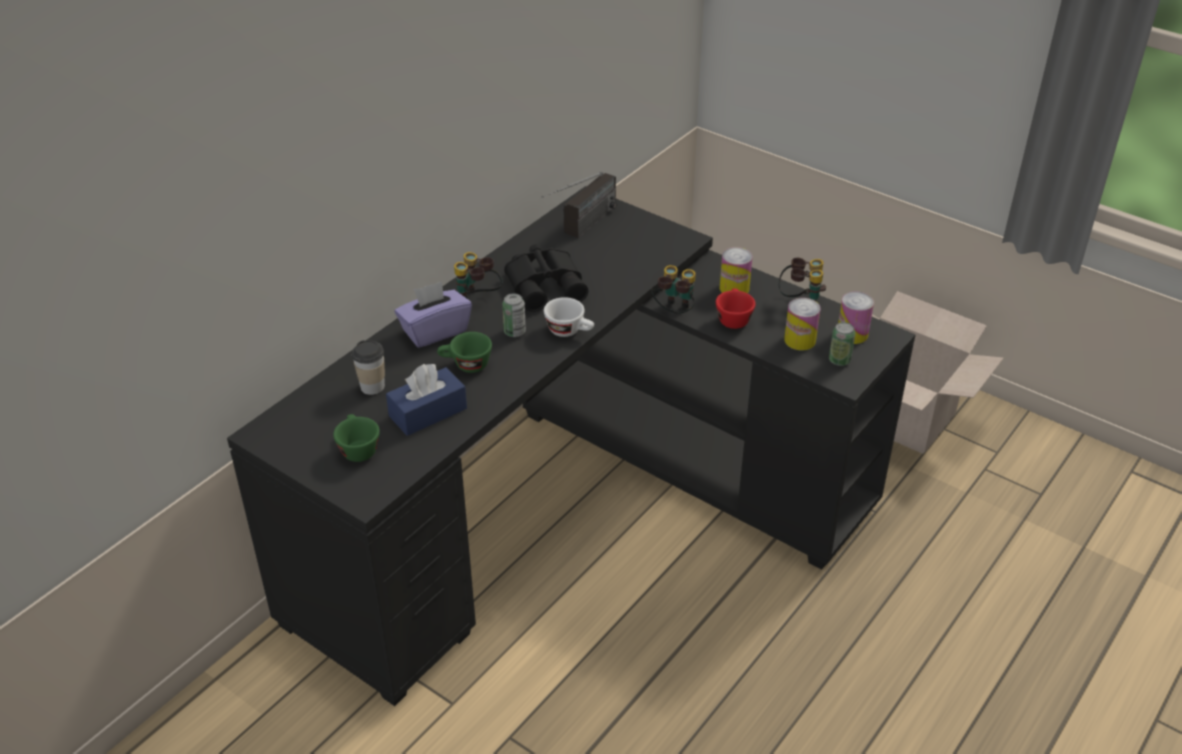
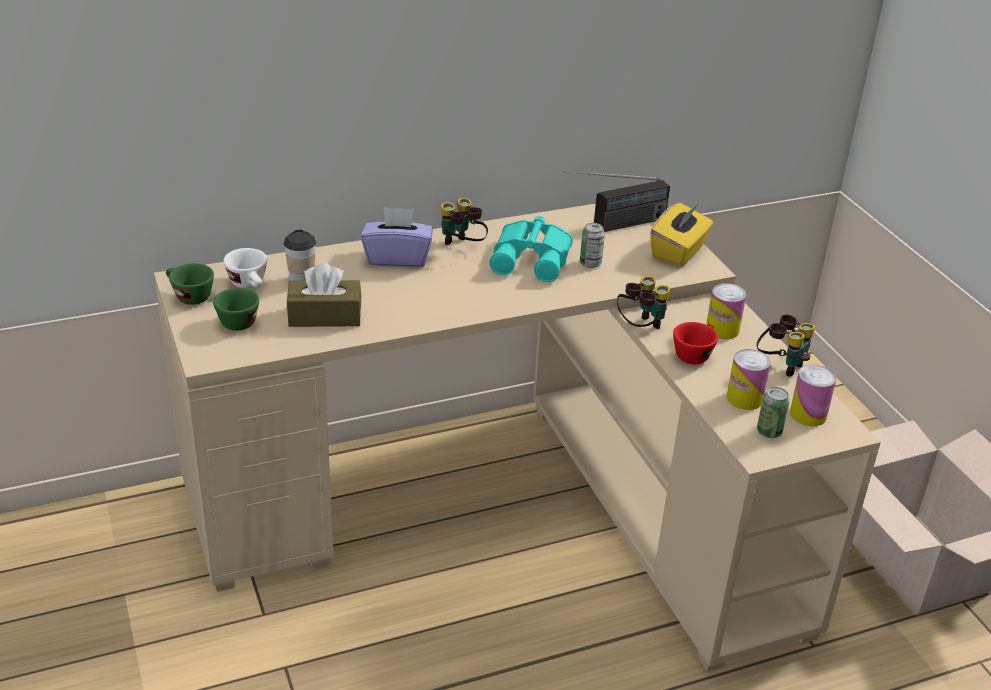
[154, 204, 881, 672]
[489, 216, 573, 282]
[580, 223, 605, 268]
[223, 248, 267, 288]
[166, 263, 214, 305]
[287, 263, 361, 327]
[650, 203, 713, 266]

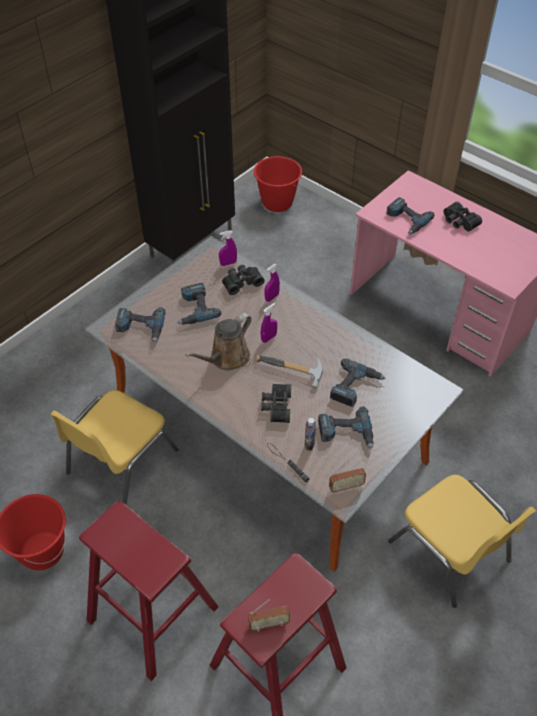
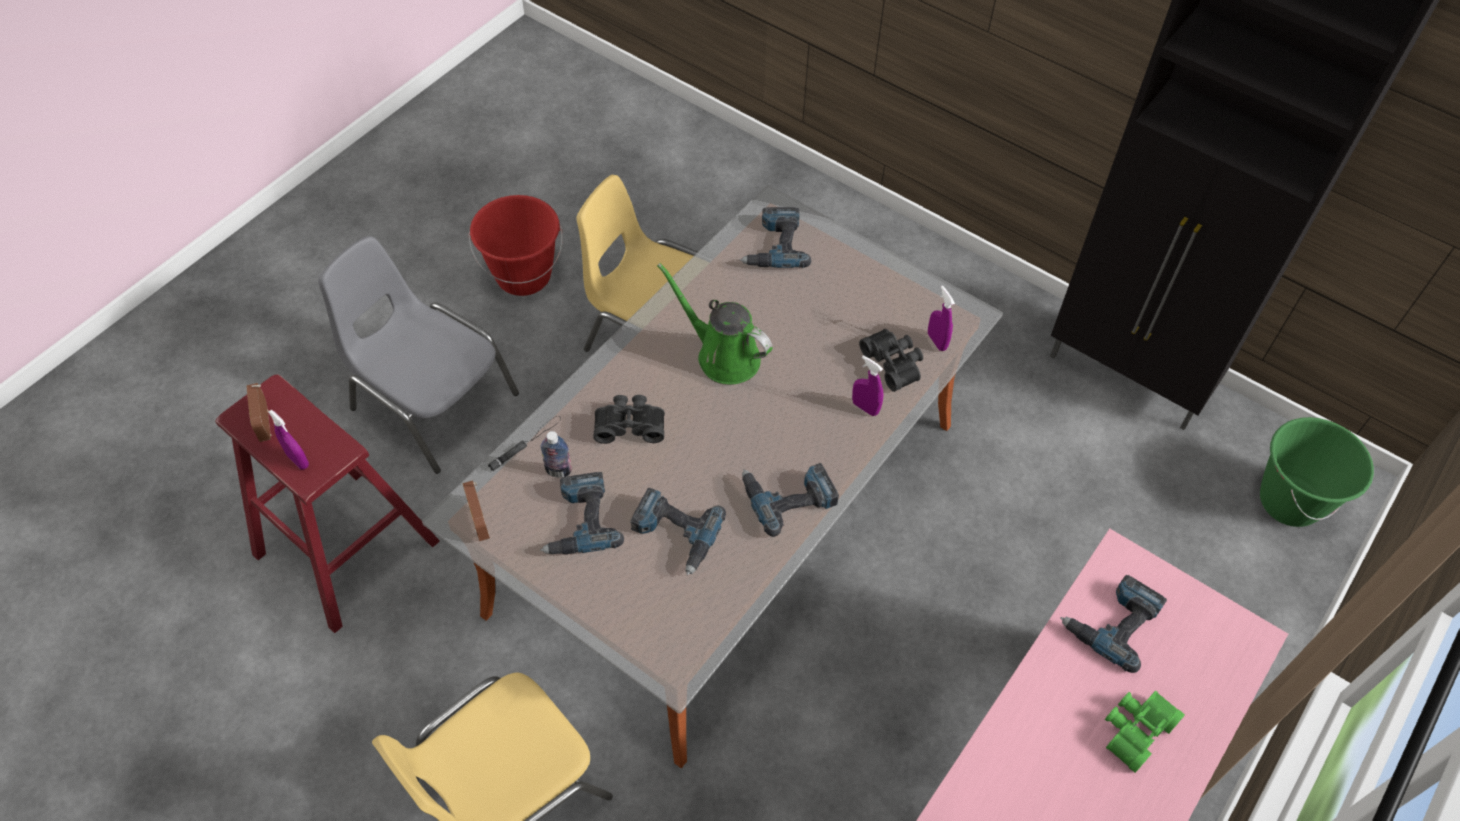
[1260, 417, 1374, 527]
[1105, 691, 1185, 773]
[742, 463, 839, 537]
[268, 409, 309, 470]
[657, 263, 772, 384]
[256, 354, 323, 388] (first image)
[318, 236, 519, 474]

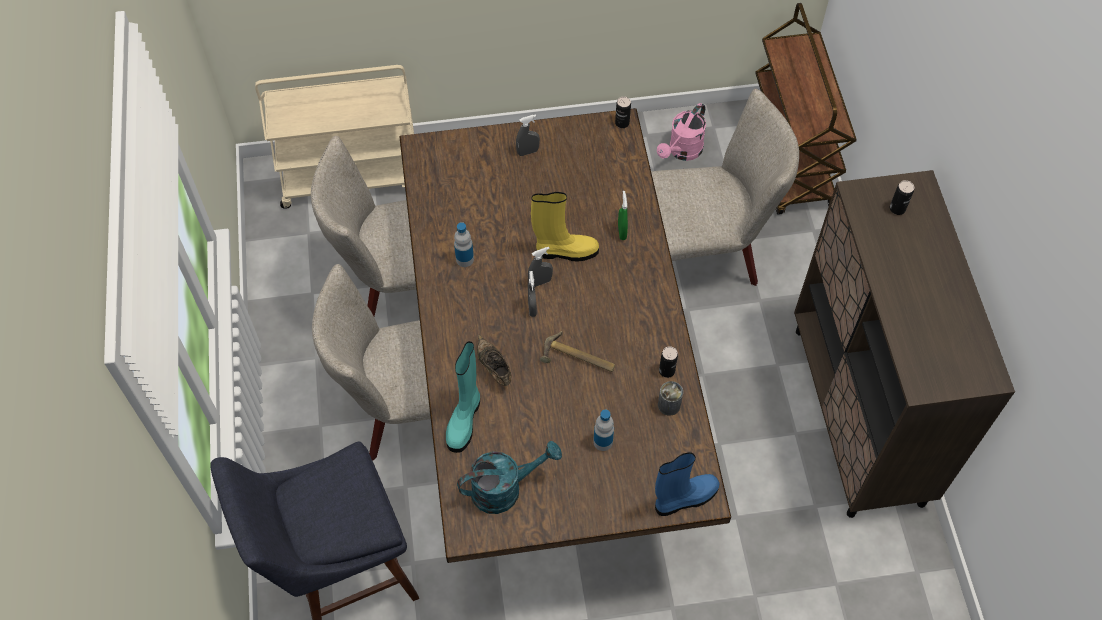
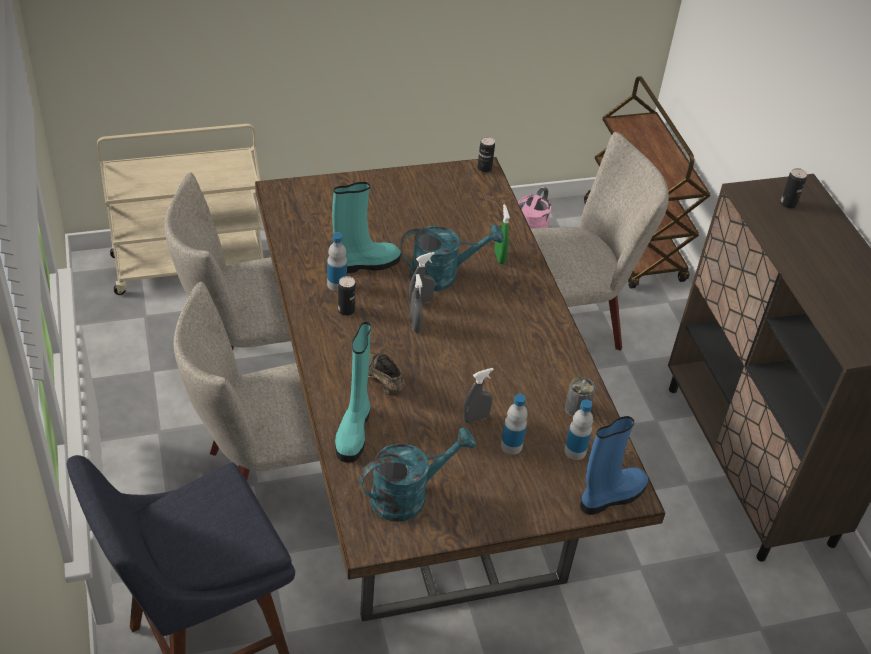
[463, 368, 494, 423]
[400, 224, 504, 291]
[540, 331, 615, 372] (first image)
[338, 276, 356, 316]
[332, 182, 401, 273]
[565, 399, 593, 460]

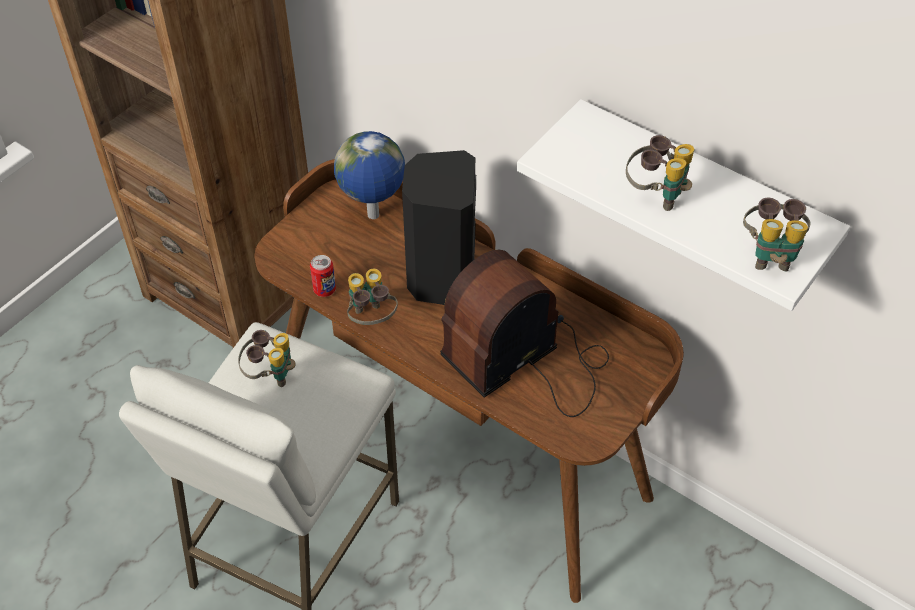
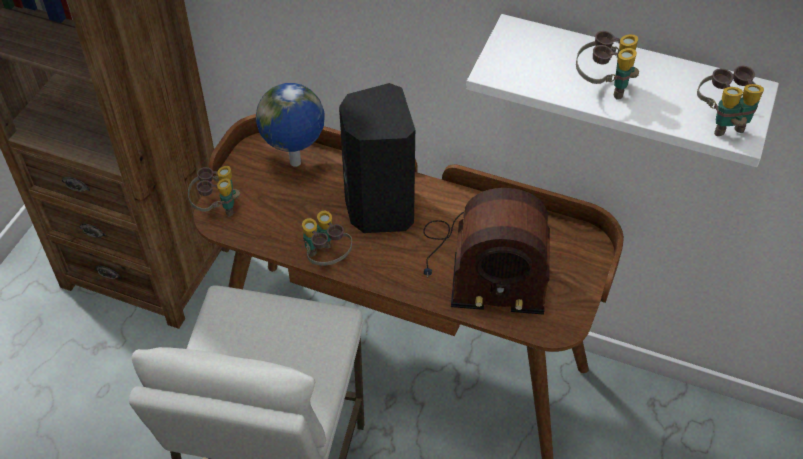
[423, 188, 550, 315]
[310, 255, 336, 297] (first image)
[188, 166, 240, 216]

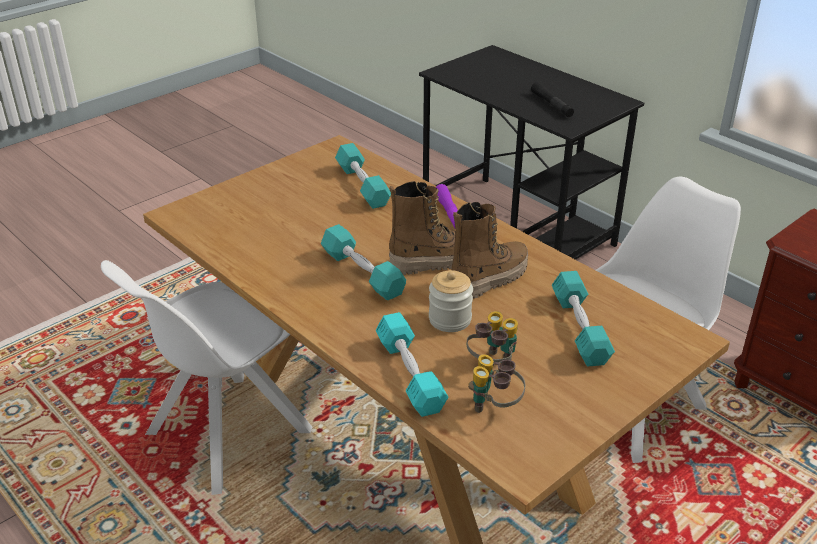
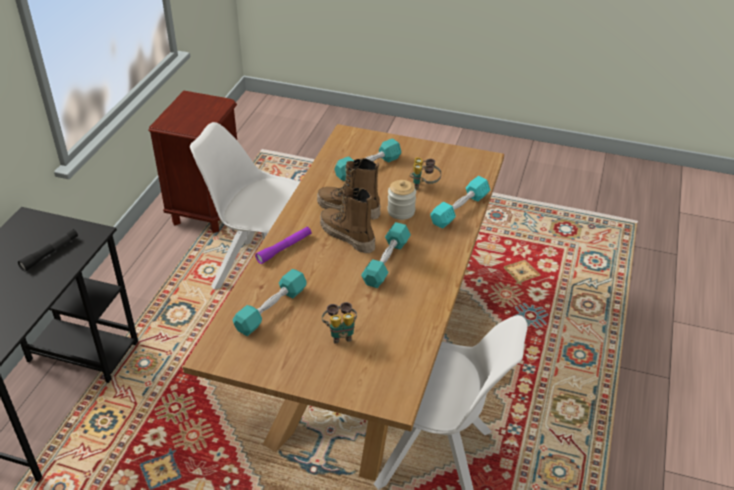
[322, 302, 357, 344]

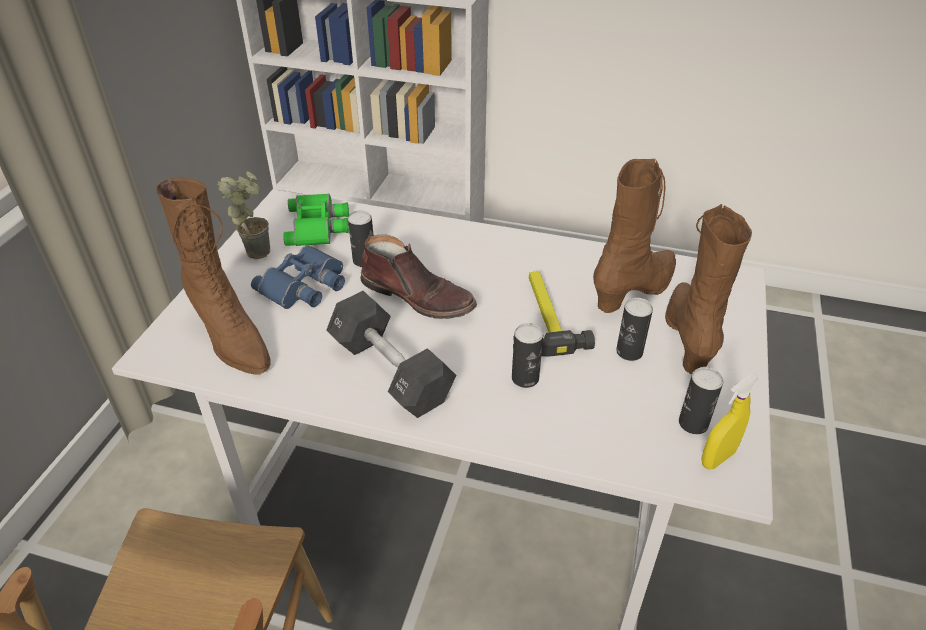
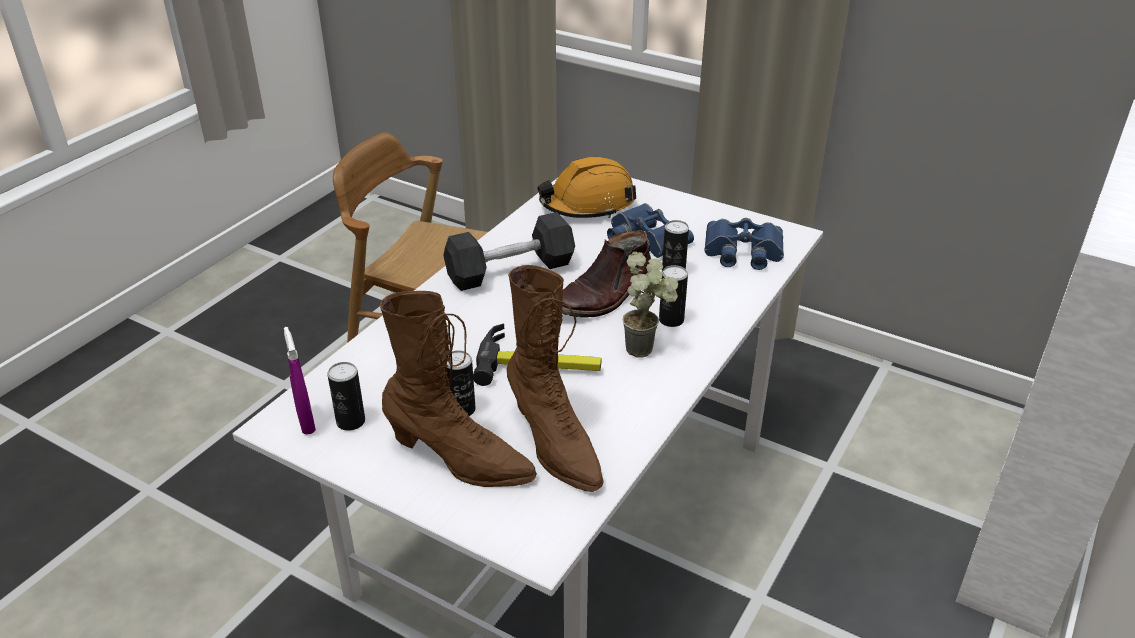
[623, 252, 678, 358]
[537, 157, 636, 218]
[704, 218, 784, 270]
[659, 265, 688, 327]
[284, 327, 316, 435]

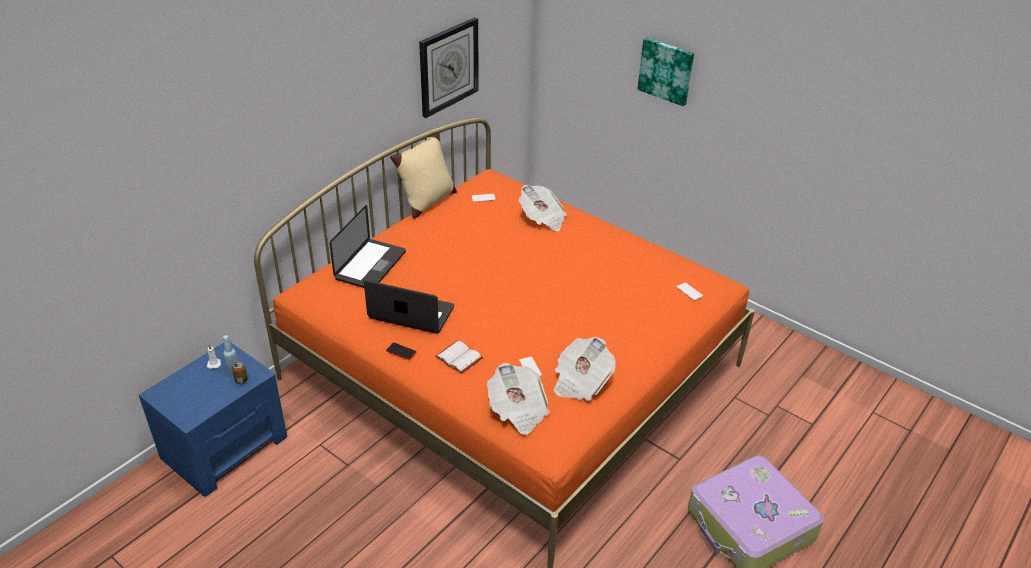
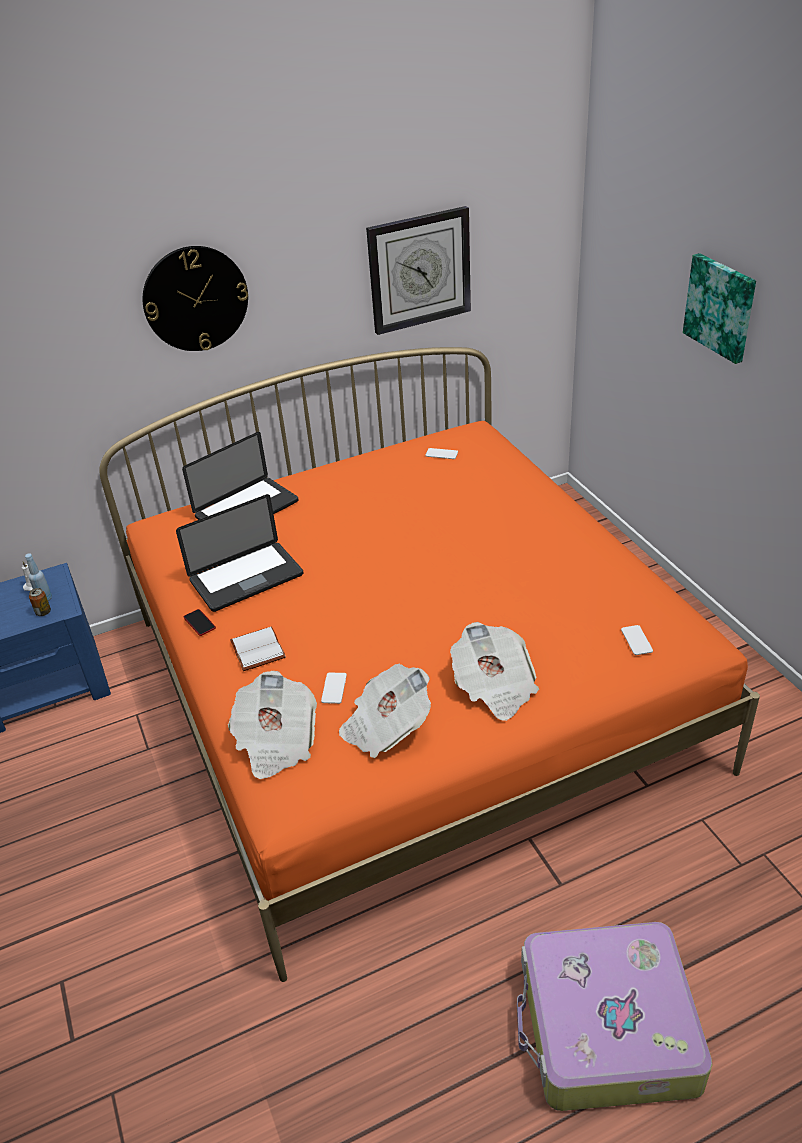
[390, 133, 457, 219] (first image)
[450, 622, 539, 721]
[176, 494, 303, 612]
[143, 246, 248, 351]

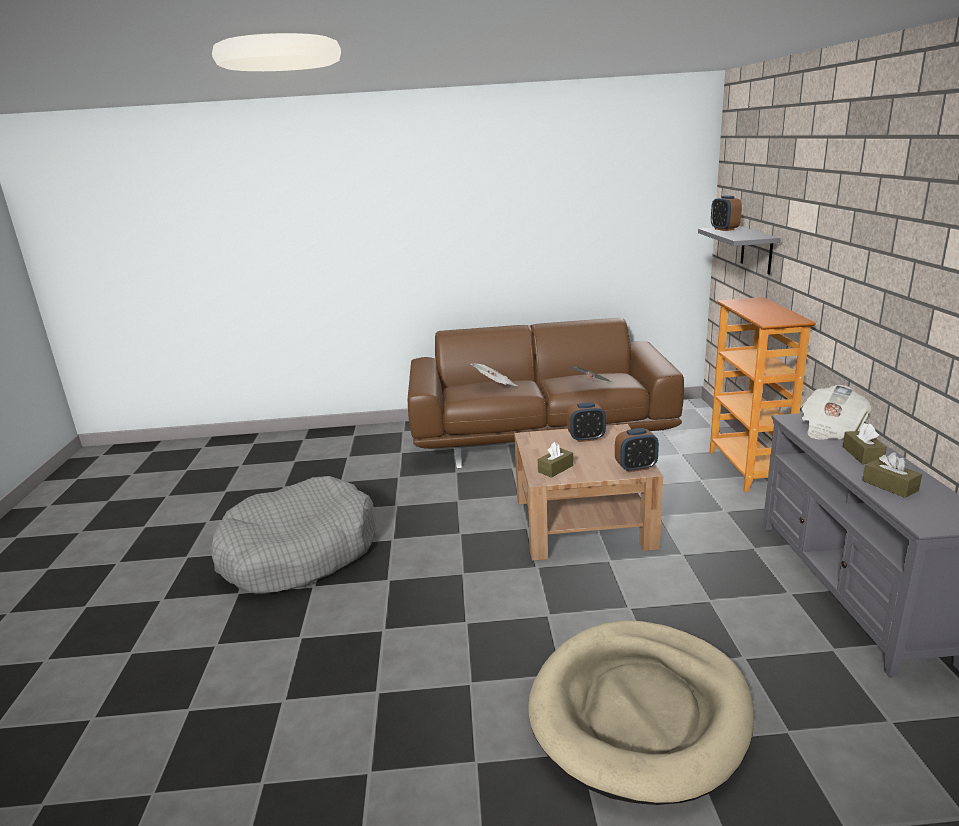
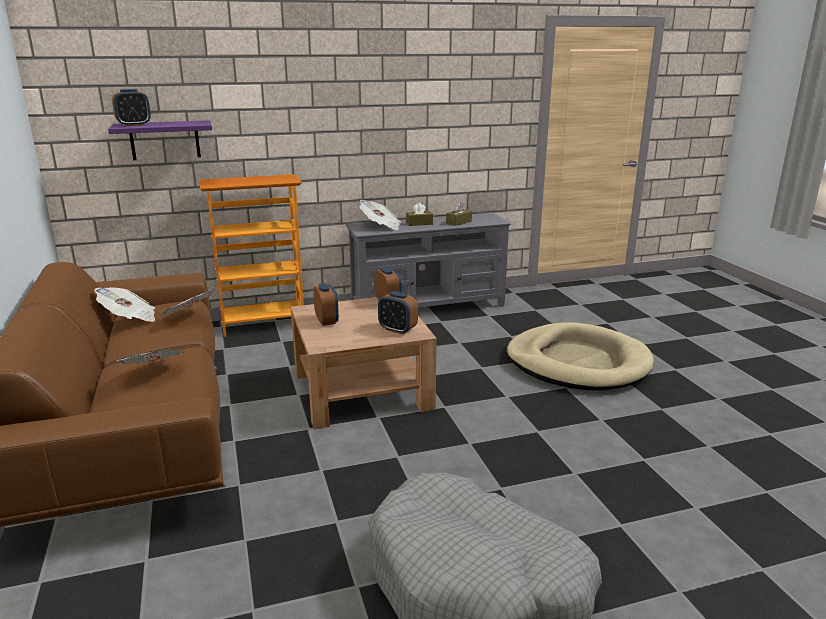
[108, 120, 212, 160]
[378, 291, 418, 334]
[94, 287, 155, 322]

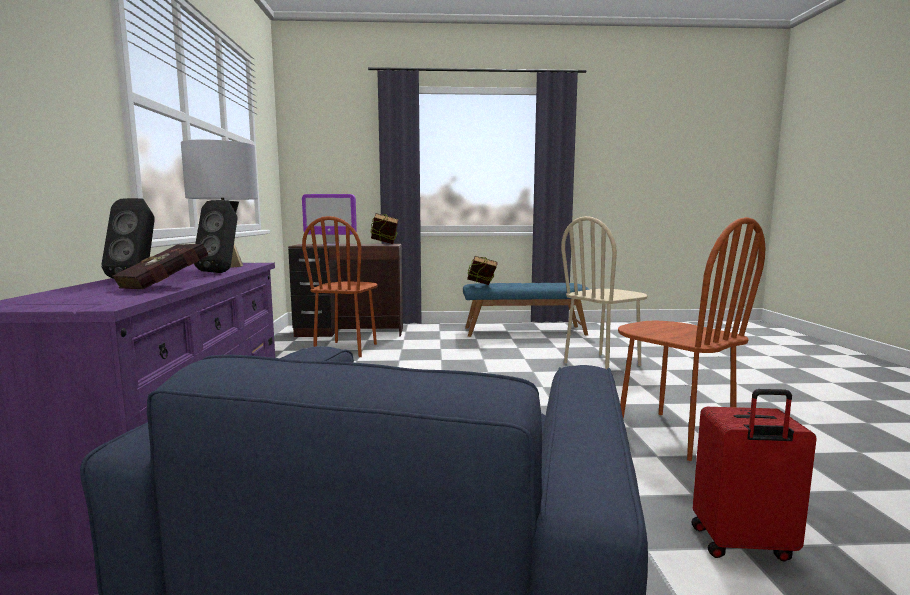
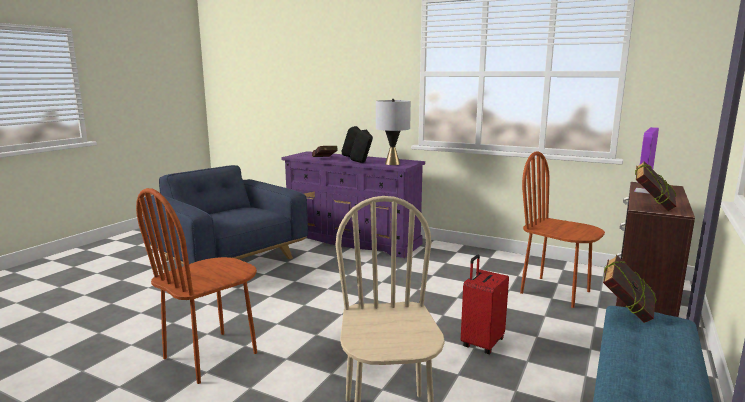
[136, 188, 257, 384]
[461, 255, 509, 354]

